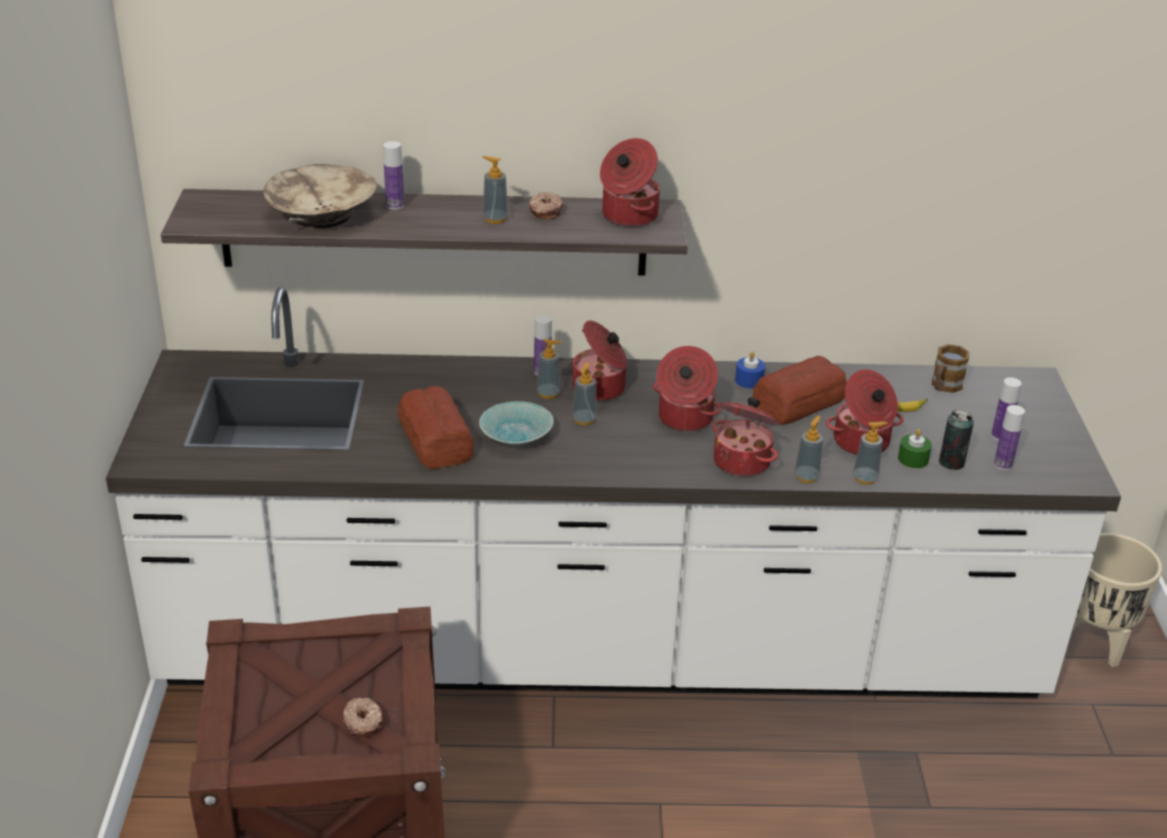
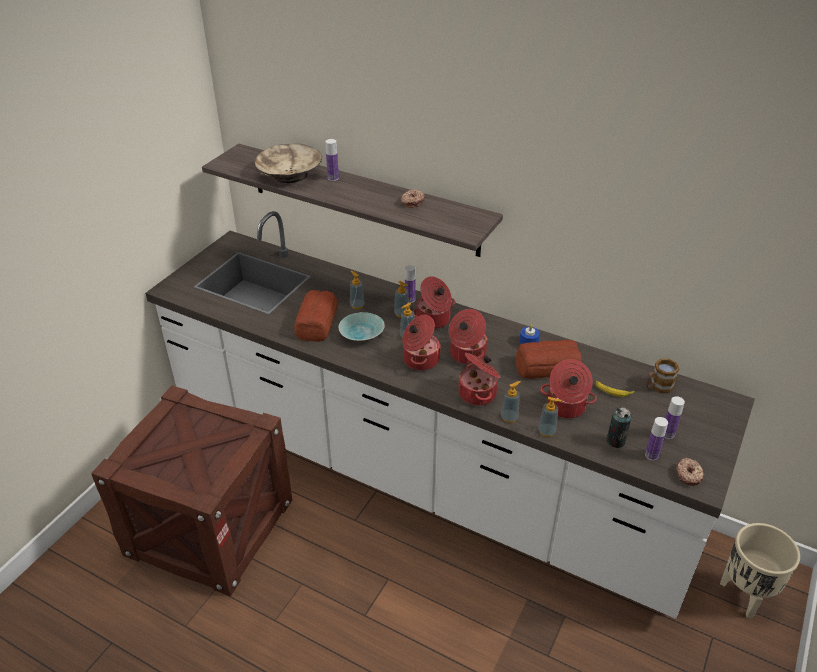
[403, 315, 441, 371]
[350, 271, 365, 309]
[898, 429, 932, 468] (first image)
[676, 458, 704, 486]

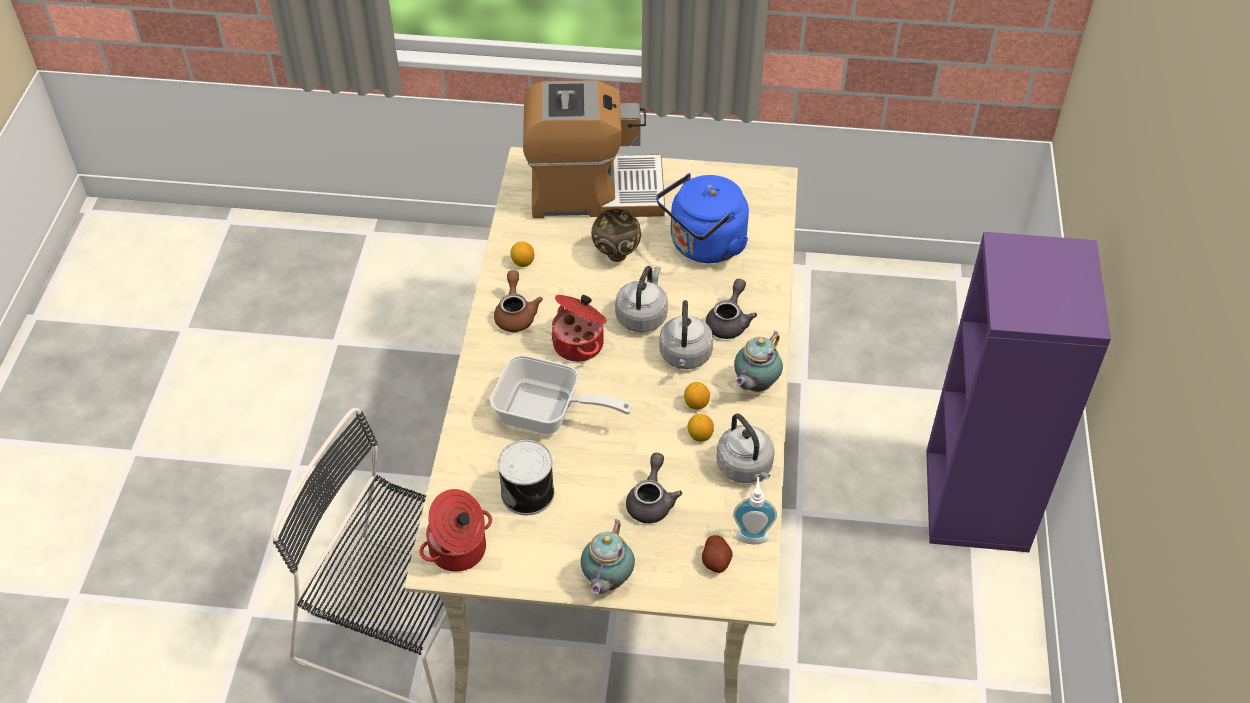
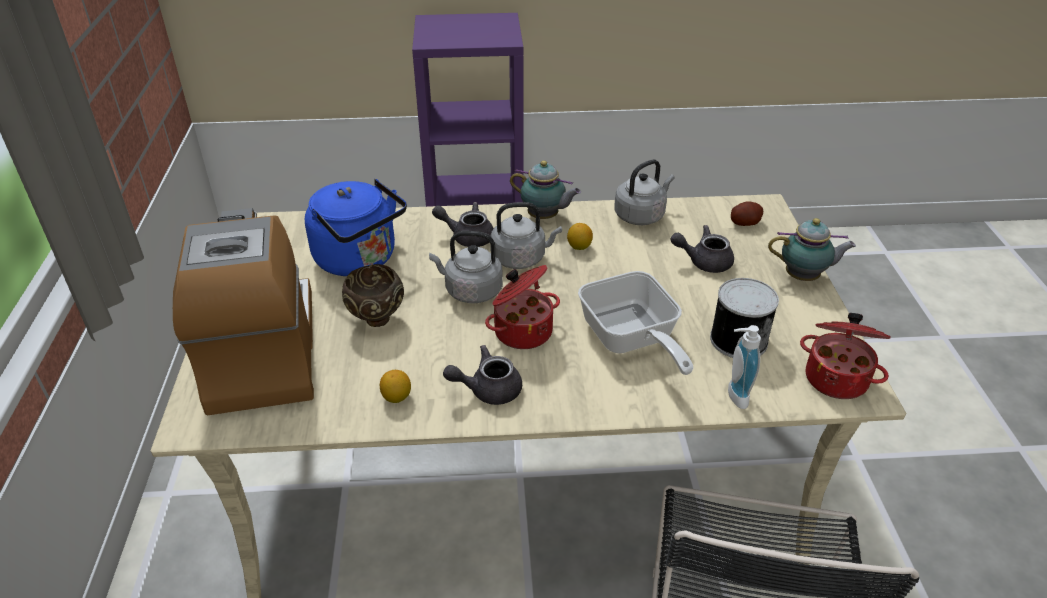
[443, 345, 522, 405]
[578, 271, 694, 375]
[687, 414, 714, 442] (first image)
[728, 325, 761, 409]

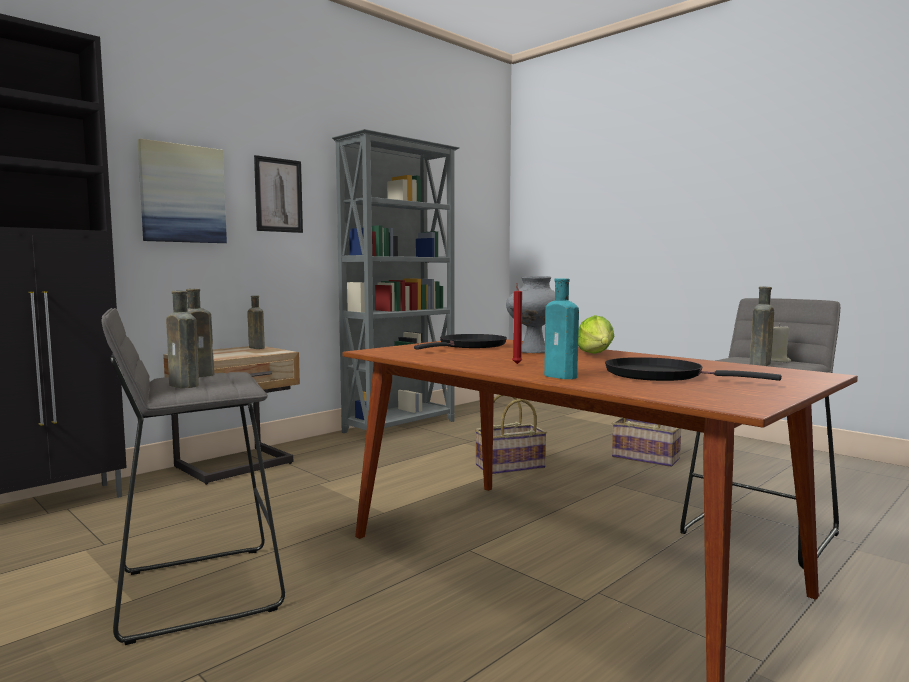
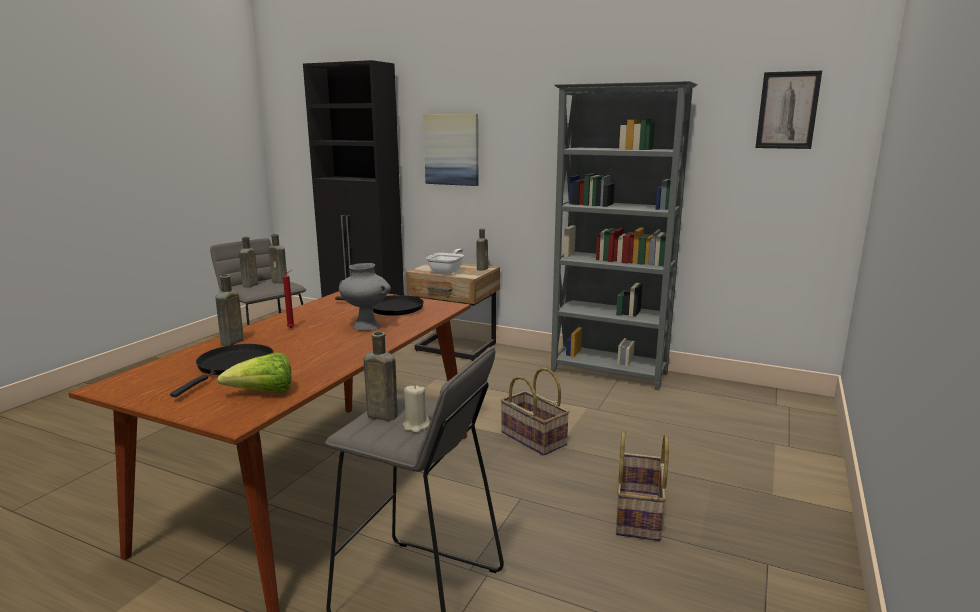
[755, 71, 822, 149]
[215, 275, 244, 346]
[217, 352, 291, 393]
[426, 249, 464, 274]

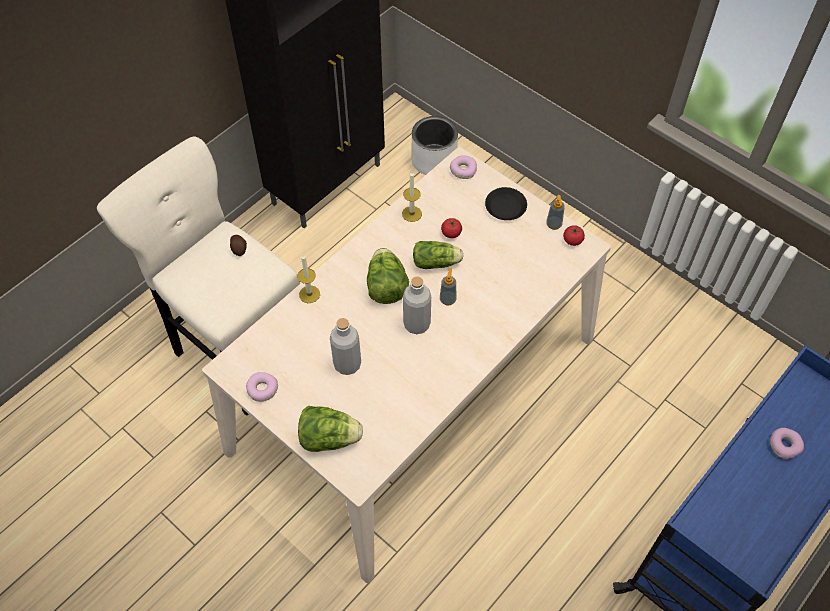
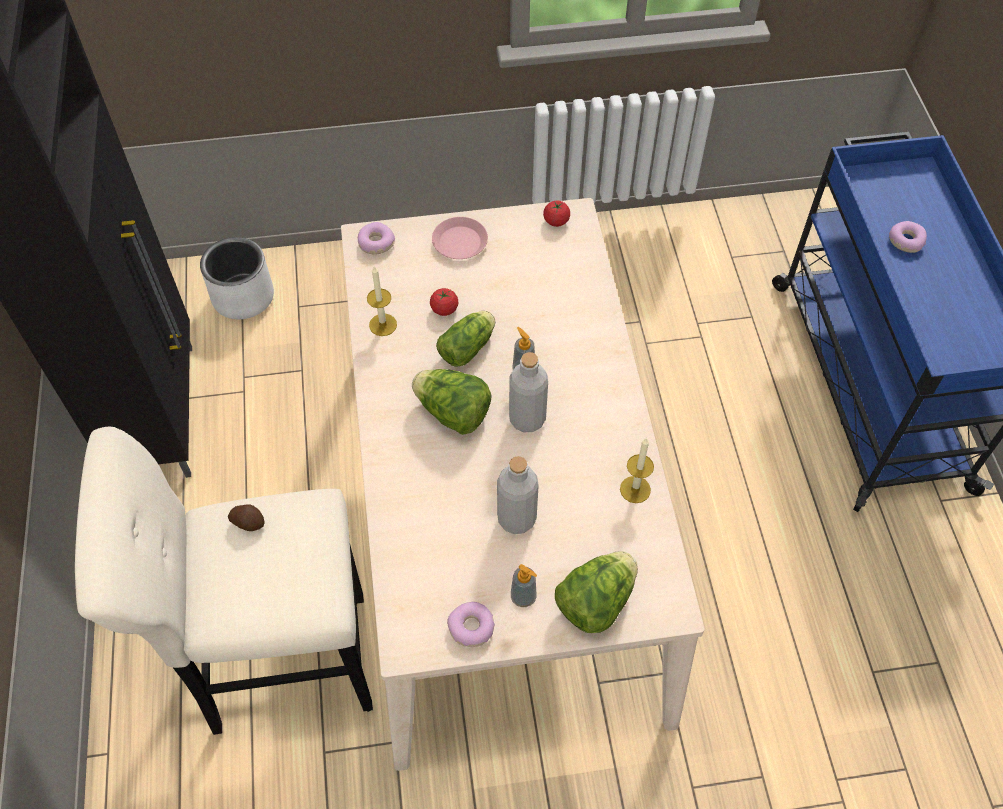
[432, 217, 488, 259]
[511, 564, 537, 607]
[620, 437, 654, 503]

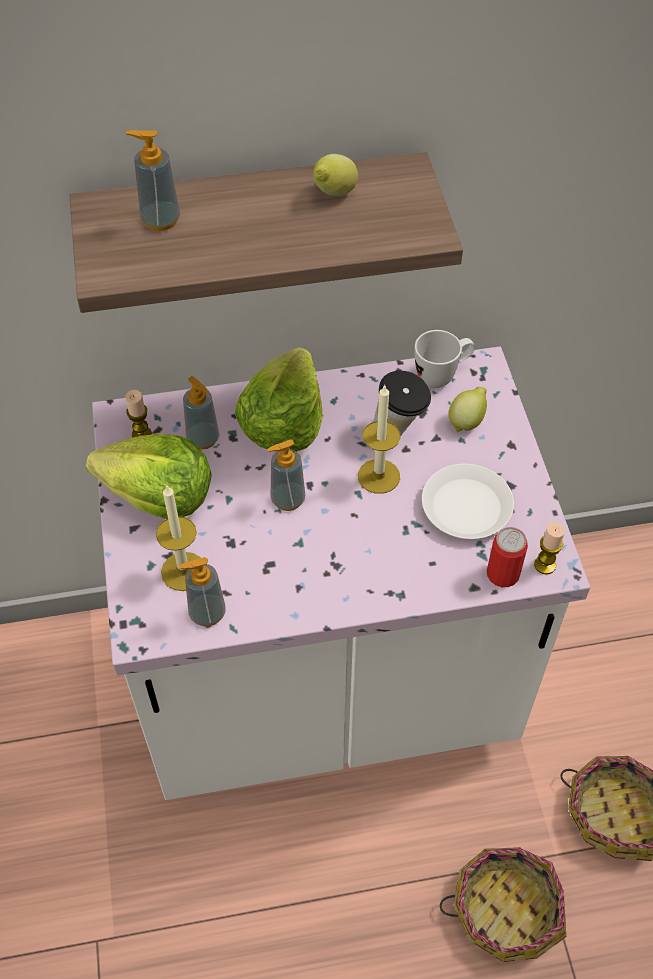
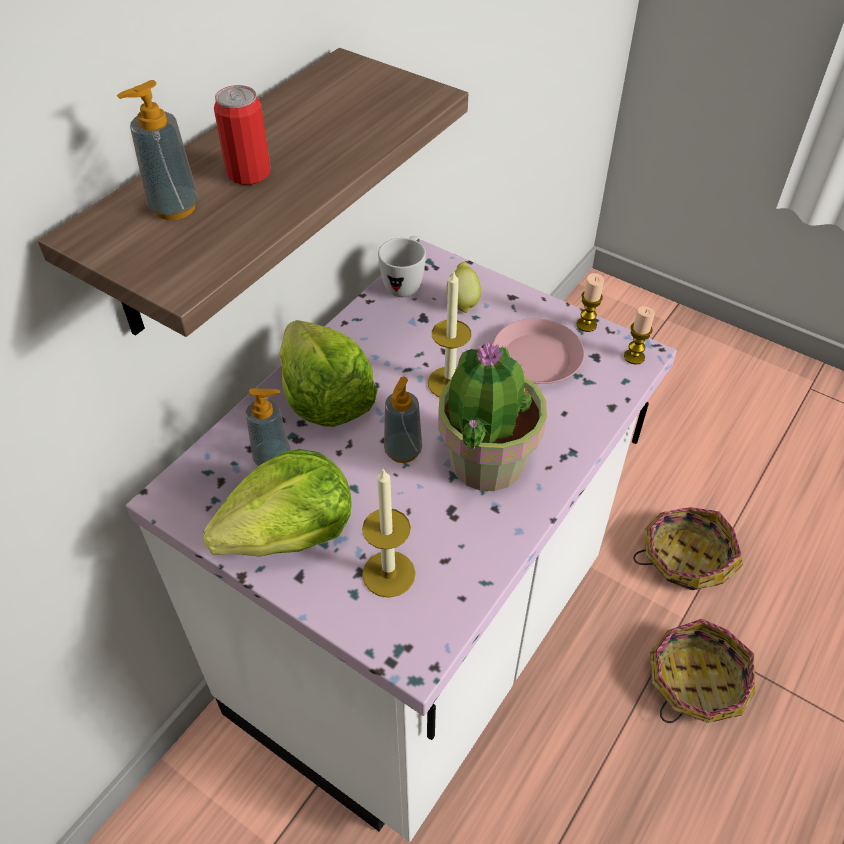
[313, 154, 358, 196] (first image)
[373, 371, 431, 436] (first image)
[577, 273, 604, 332]
[493, 319, 585, 384]
[214, 85, 271, 185]
[178, 557, 226, 627] (first image)
[438, 342, 547, 491]

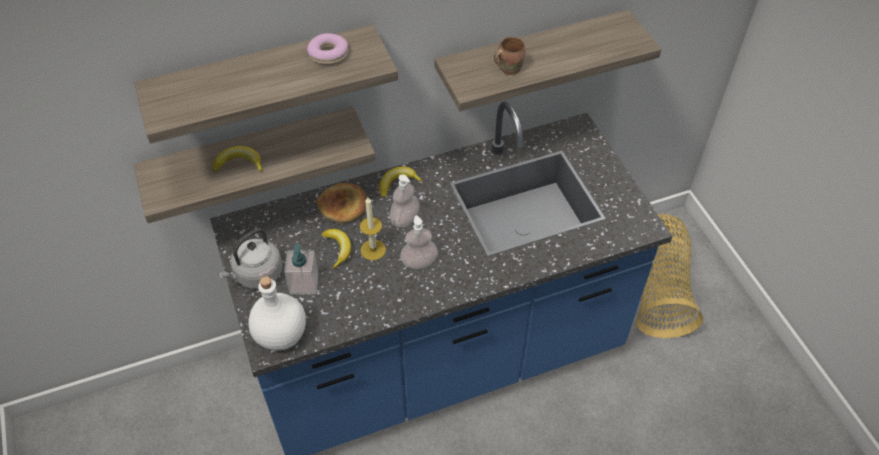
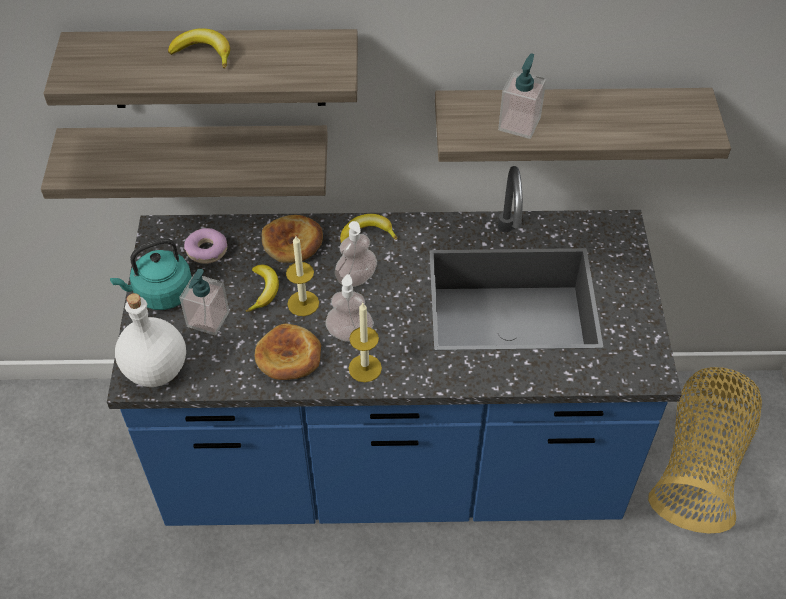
[184, 228, 227, 264]
[498, 53, 546, 139]
[168, 28, 230, 69]
[110, 238, 192, 310]
[349, 303, 382, 382]
[255, 324, 321, 380]

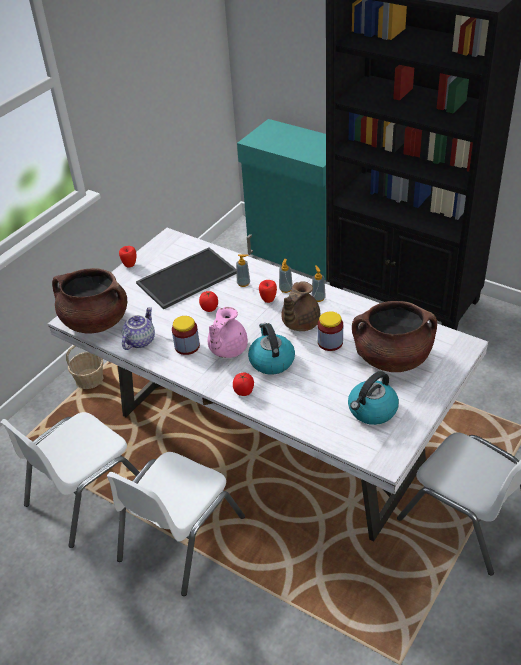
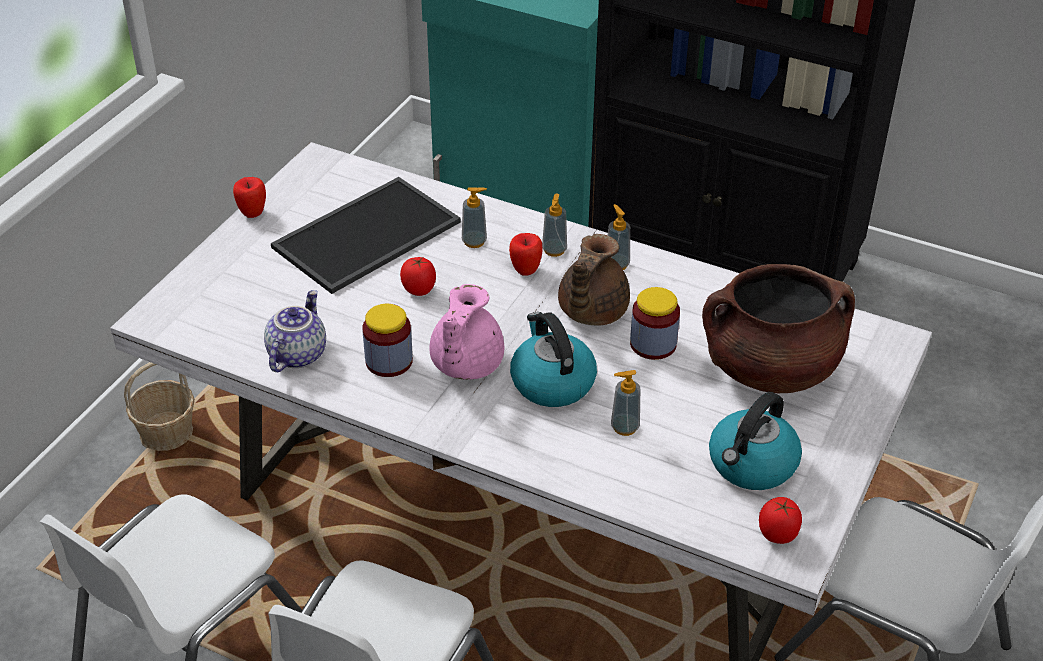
[52, 268, 127, 334] (first image)
[759, 497, 802, 544]
[611, 370, 640, 436]

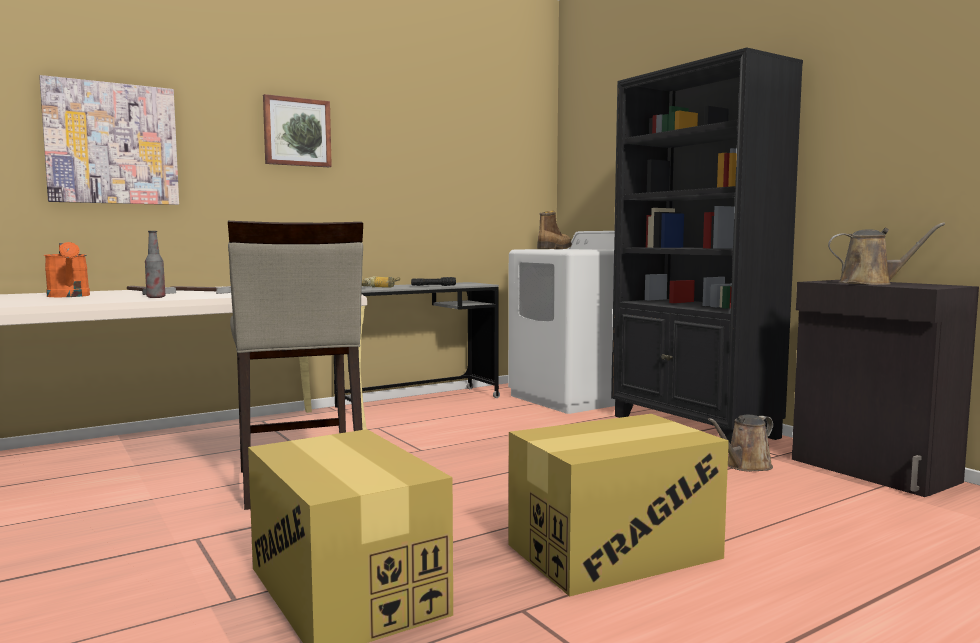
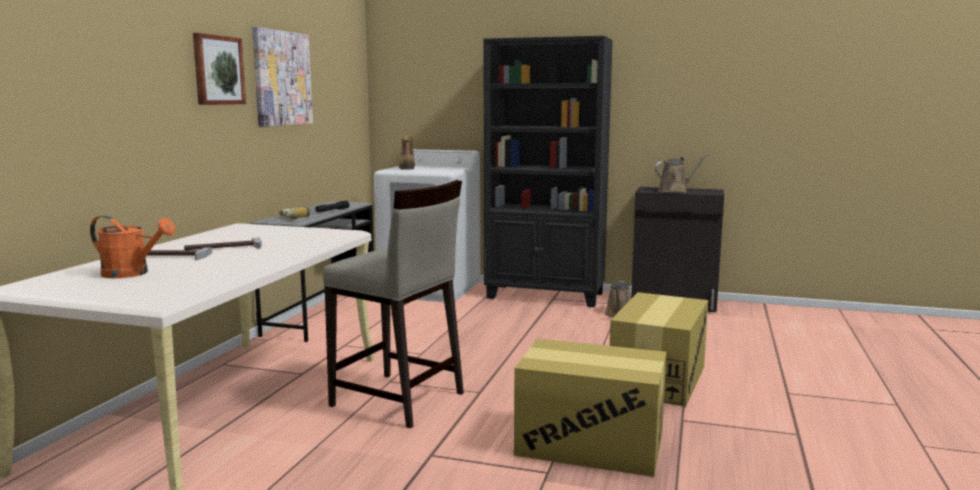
[252, 27, 313, 127]
[145, 231, 165, 298] (first image)

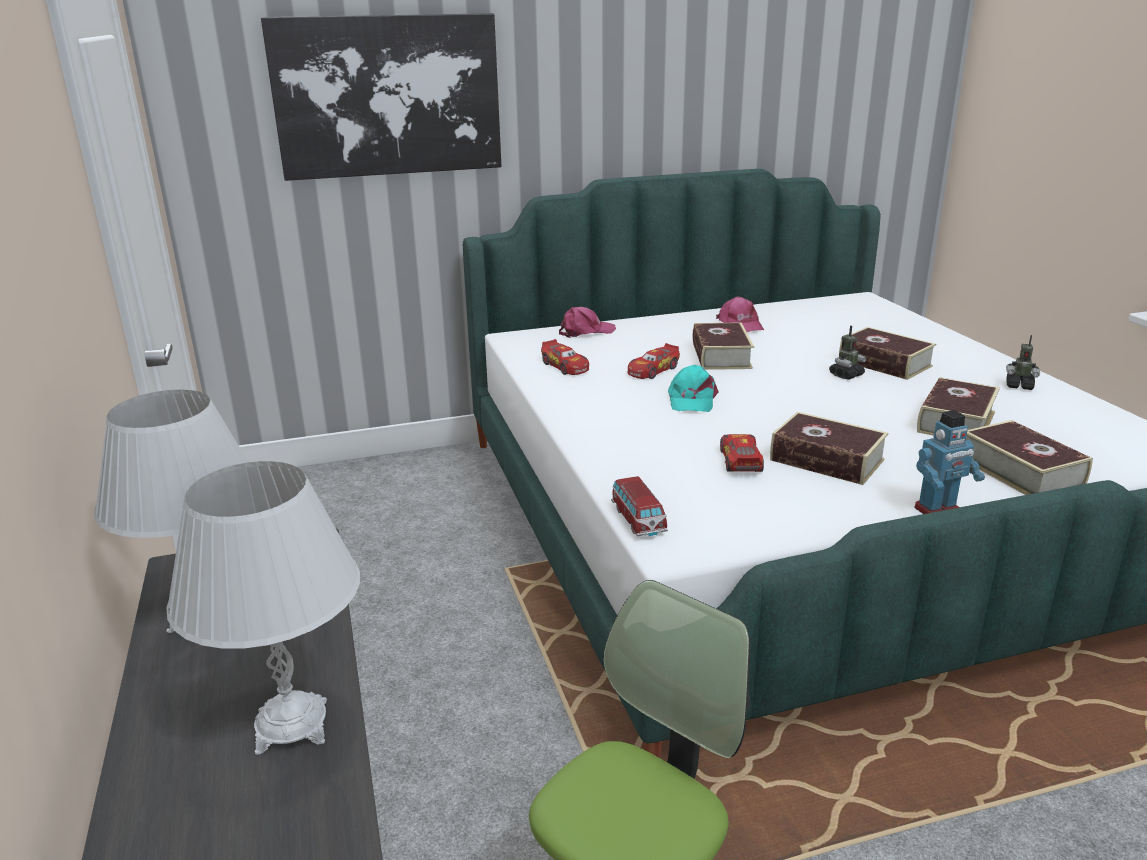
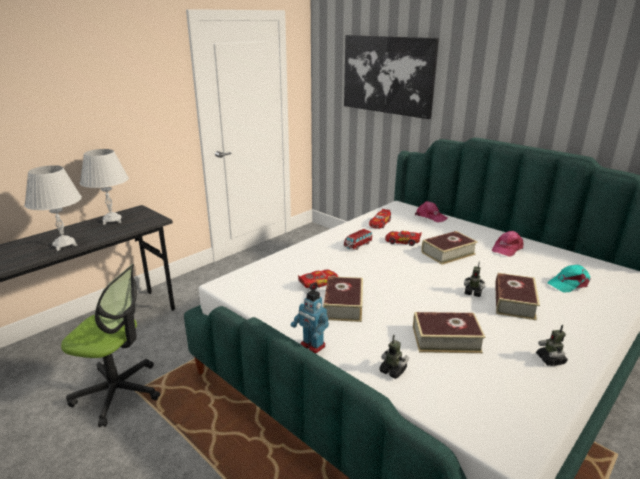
[547, 265, 591, 293]
[379, 335, 409, 379]
[344, 229, 373, 250]

